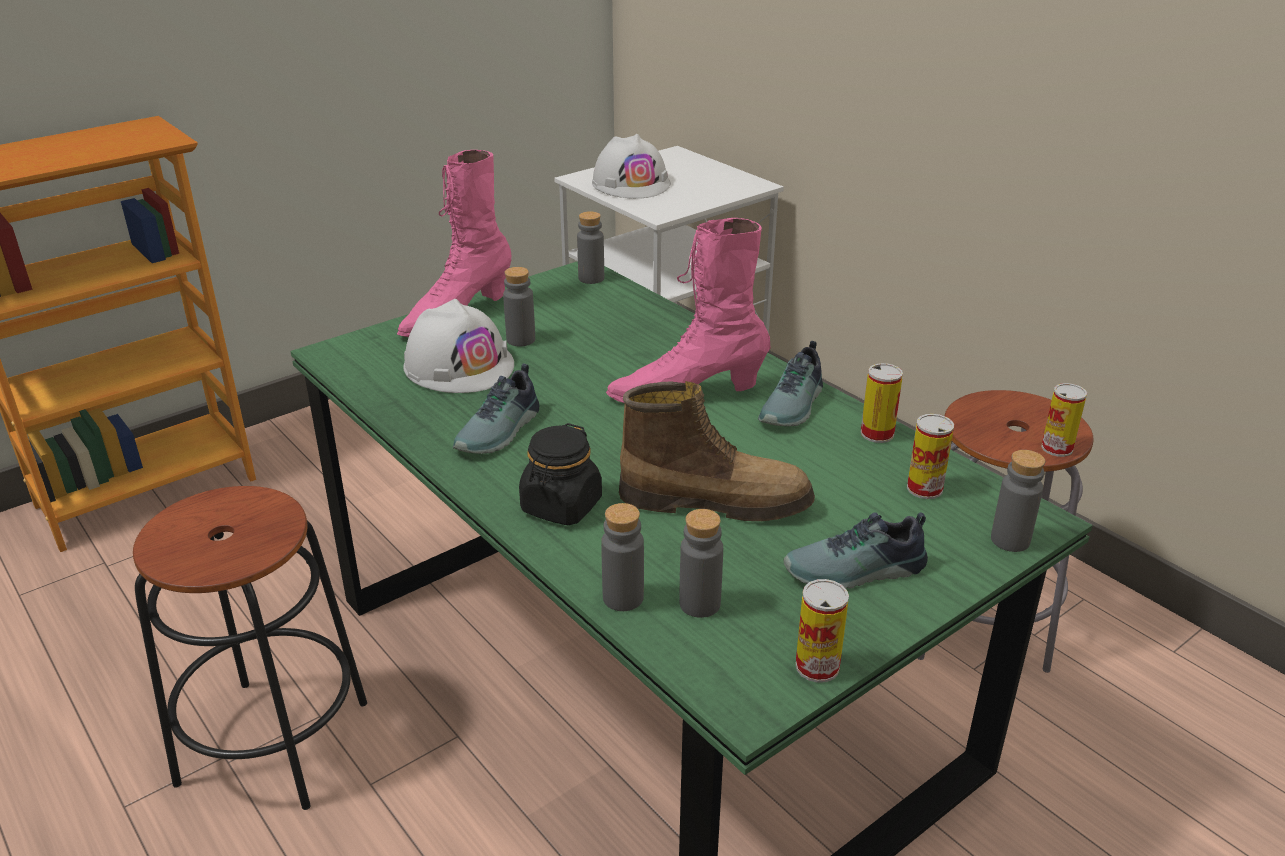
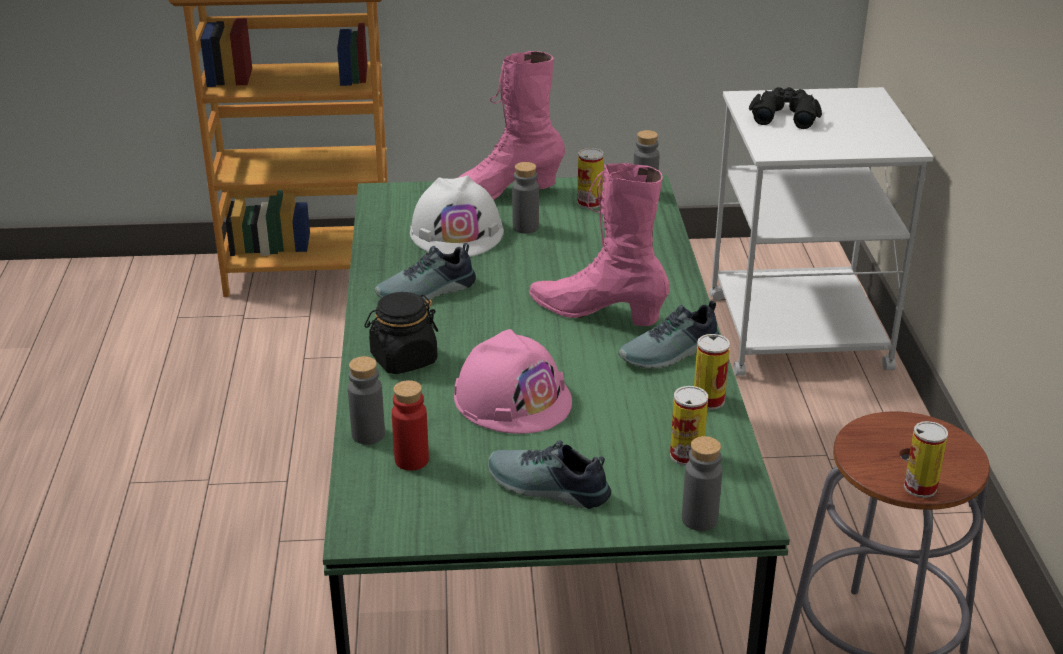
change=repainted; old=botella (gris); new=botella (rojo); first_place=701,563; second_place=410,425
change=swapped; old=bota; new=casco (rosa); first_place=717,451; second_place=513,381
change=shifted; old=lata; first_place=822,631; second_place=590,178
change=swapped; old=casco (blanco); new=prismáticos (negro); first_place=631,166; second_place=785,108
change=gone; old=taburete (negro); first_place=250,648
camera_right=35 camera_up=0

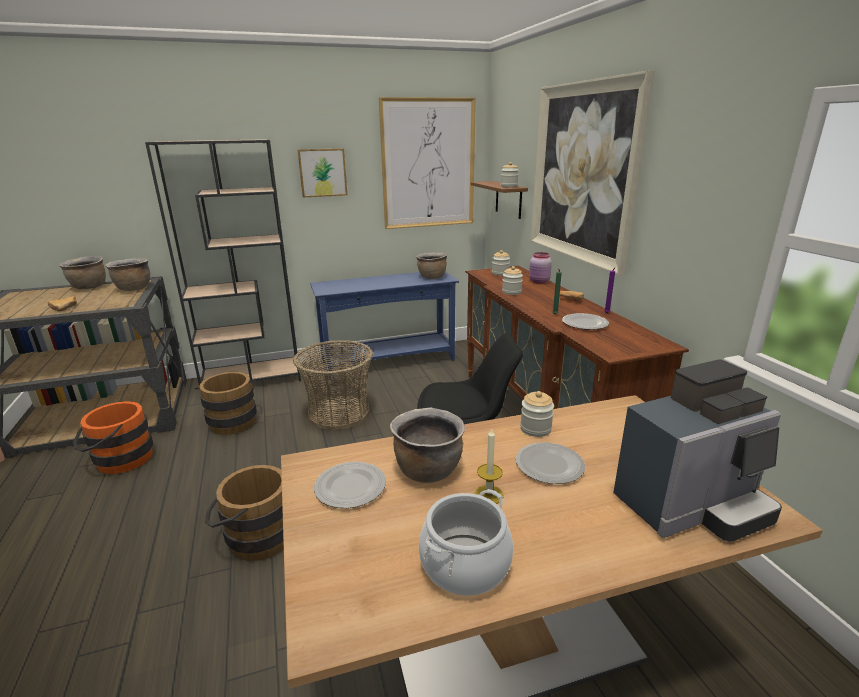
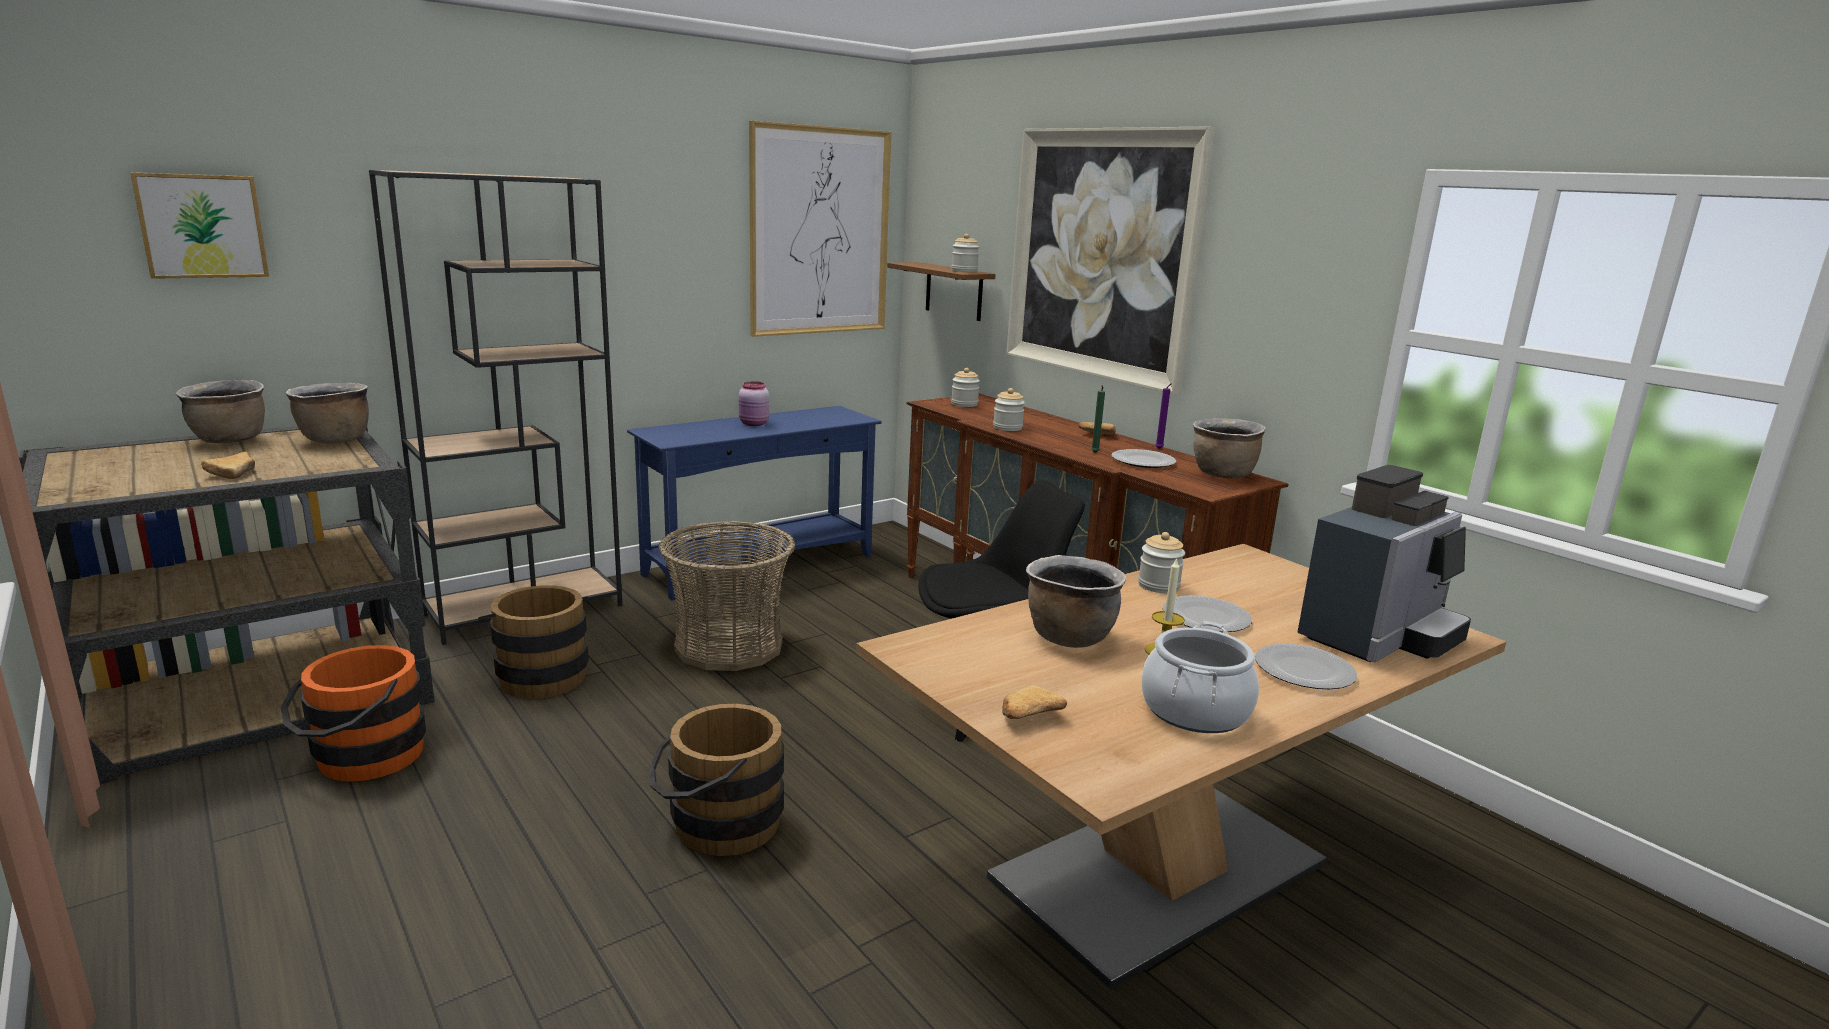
change=shifted; old=cuadro; first_place=322,172; second_place=199,225
change=shifted; old=tarro (rosa); first_place=540,268; second_place=754,403
change=new; new=pan; second_place=1034,702
change=shifted; old=olla (marrón); first_place=431,265; second_place=1229,448
change=shifted; old=plato; first_place=350,485; second_place=1306,666
camera_right=-20 camera_up=-5

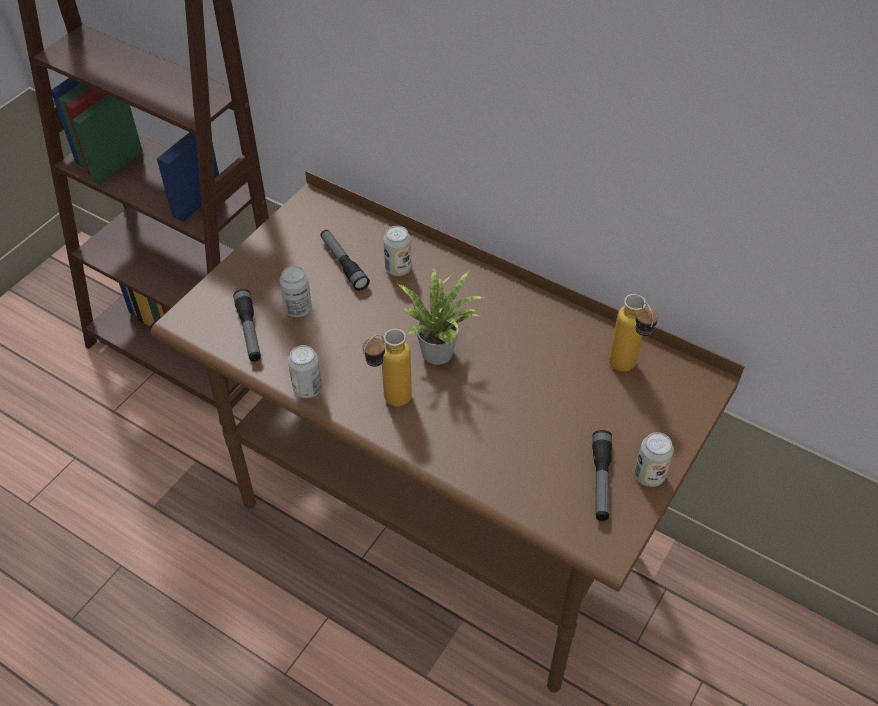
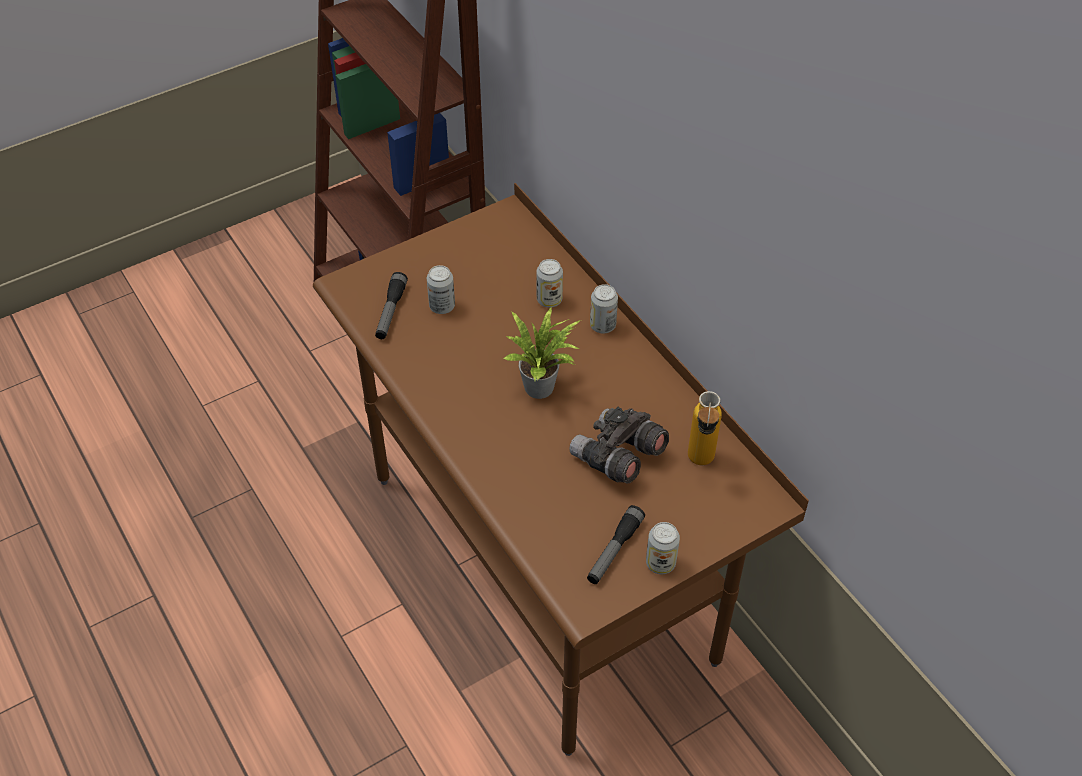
change=new; new=prismáticos (gris); second_place=619,445
change=shifted; old=lata; first_place=305,371; second_place=604,308
change=gone; old=linterna; first_place=345,260
change=gone; old=botella; first_place=387,368
camera_right=25 camera_up=0

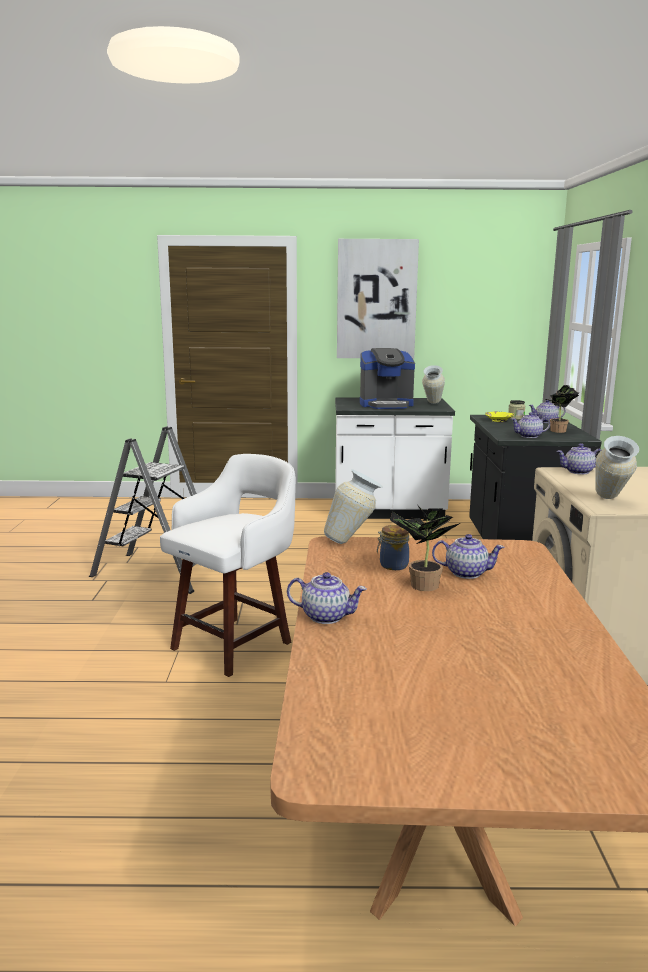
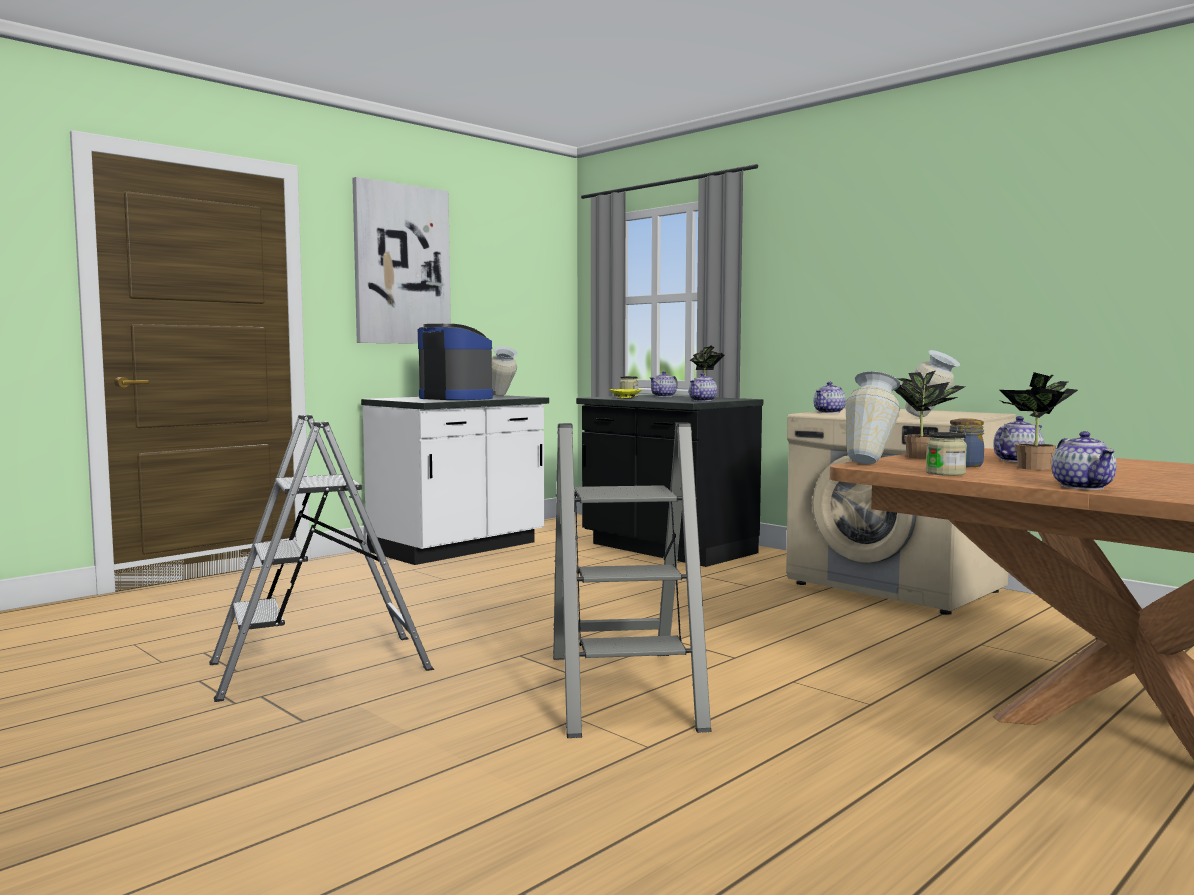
change=rotated; old=cafetera; first_place=387,378; second_place=456,362; degrees=-90
change=swapped; old=taburete (blanco); new=escalera de tijera (gris); first_place=228,565; second_place=632,580
change=new; new=planta en maceta; second_place=930,414
change=new; new=tarro; second_place=946,454
change=rotated; old=tetera; first_place=327,598; second_place=1084,460; degrees=120
camera_right=-45 camera_up=-10

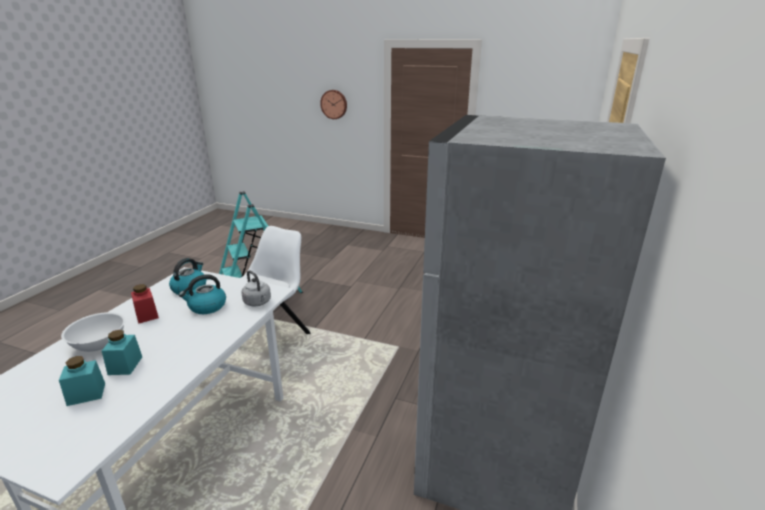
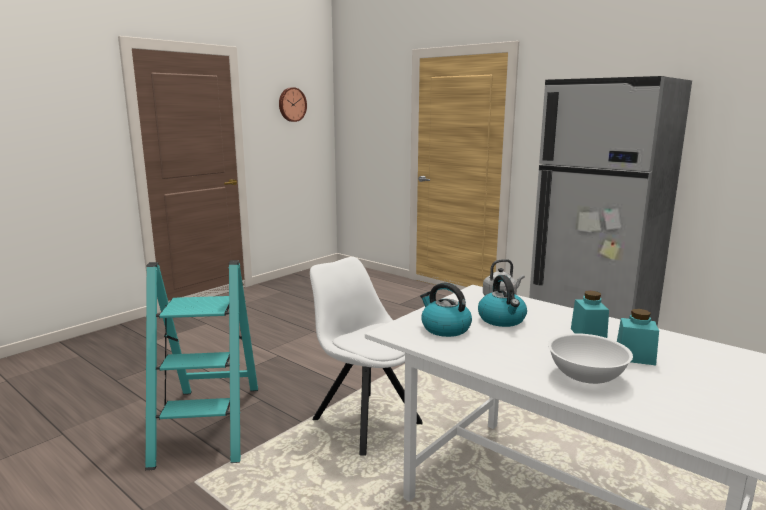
change=shifted; old=reloj de pared; first_place=333,104; second_place=293,104
change=shifted; old=tarro (turquesa); first_place=82,381; second_place=590,314
change=gone; old=tarro (rojo); first_place=145,304
camera_right=-70 camera_up=-10

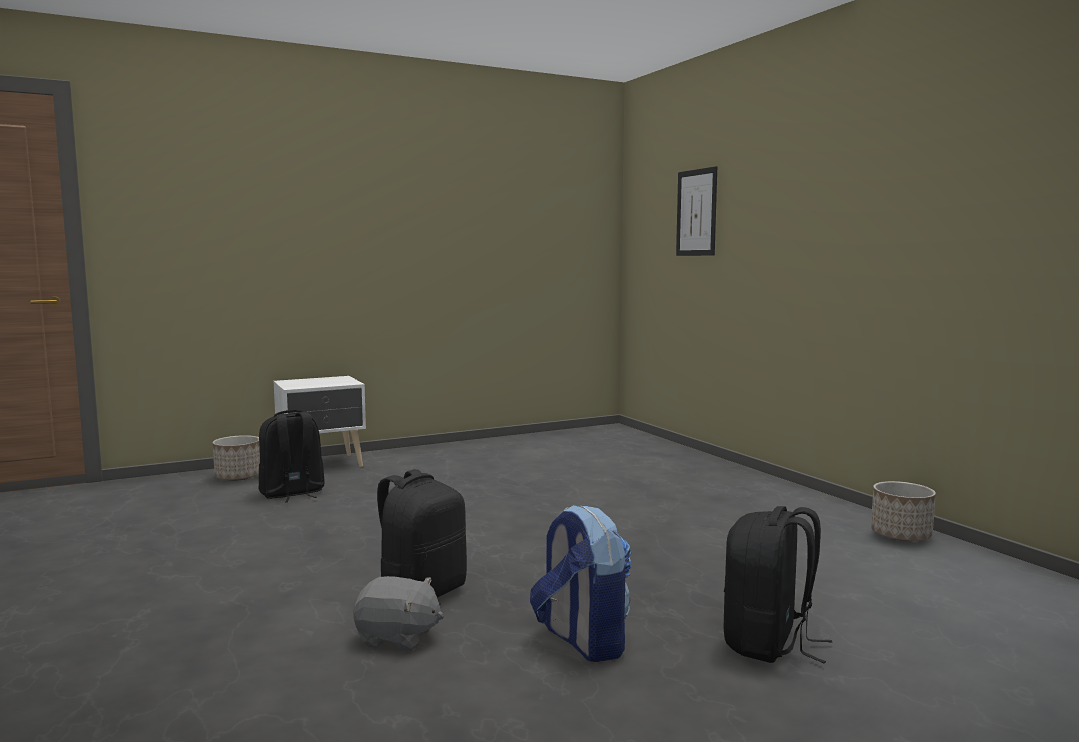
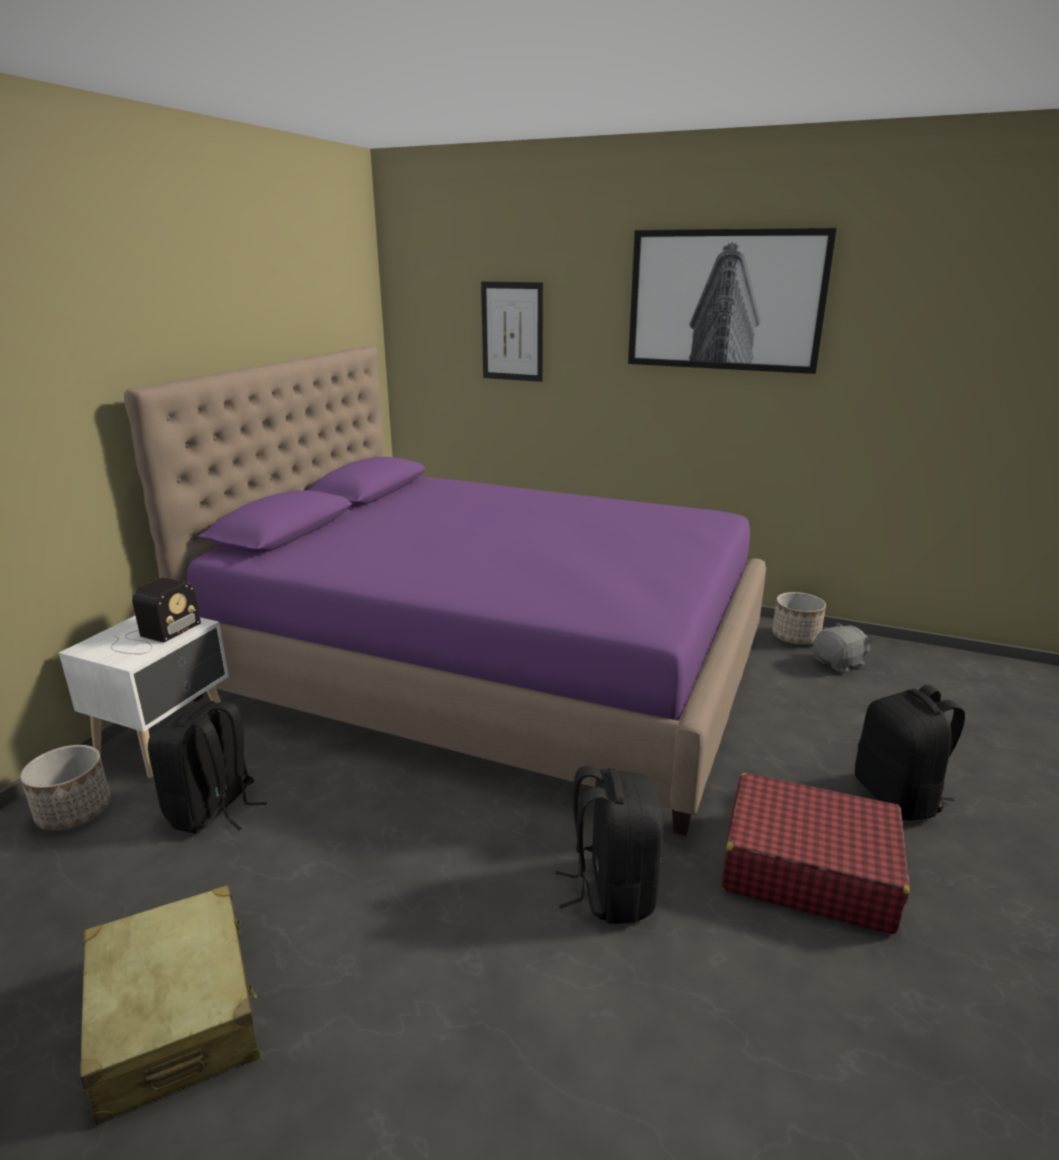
change=new; new=maleta (beis); second_place=170,1005
change=new; new=radio; second_place=156,616
change=new; new=cama (morado); second_place=445,591
change=new; new=cuadro; second_place=732,301
change=swapped; old=mochila; new=maleta (rojo); first_place=581,583; second_place=815,853
change=shifted; old=peluche (gris); first_place=398,613; second_place=843,648
camera_right=-40 camera_up=15

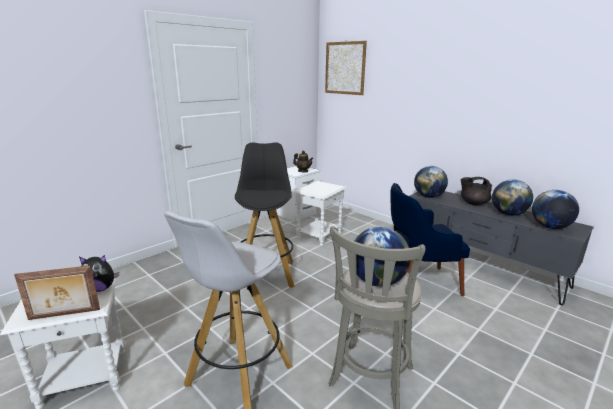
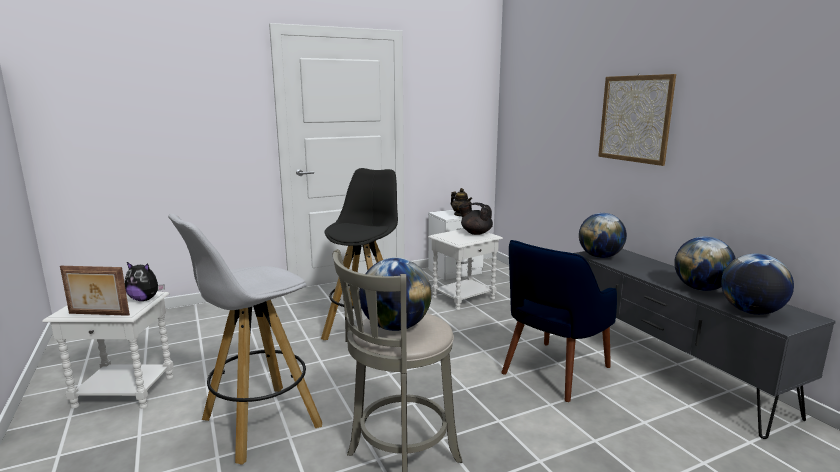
change=shifted; old=tetera (negro); first_place=476,191; second_place=475,219
change=rotated; old=sillón (azul); first_place=430,240; second_place=559,321; degrees=-60
change=shifted; old=cuadro; first_place=346,68; second_place=637,119
camera_right=20 camera_up=-5

